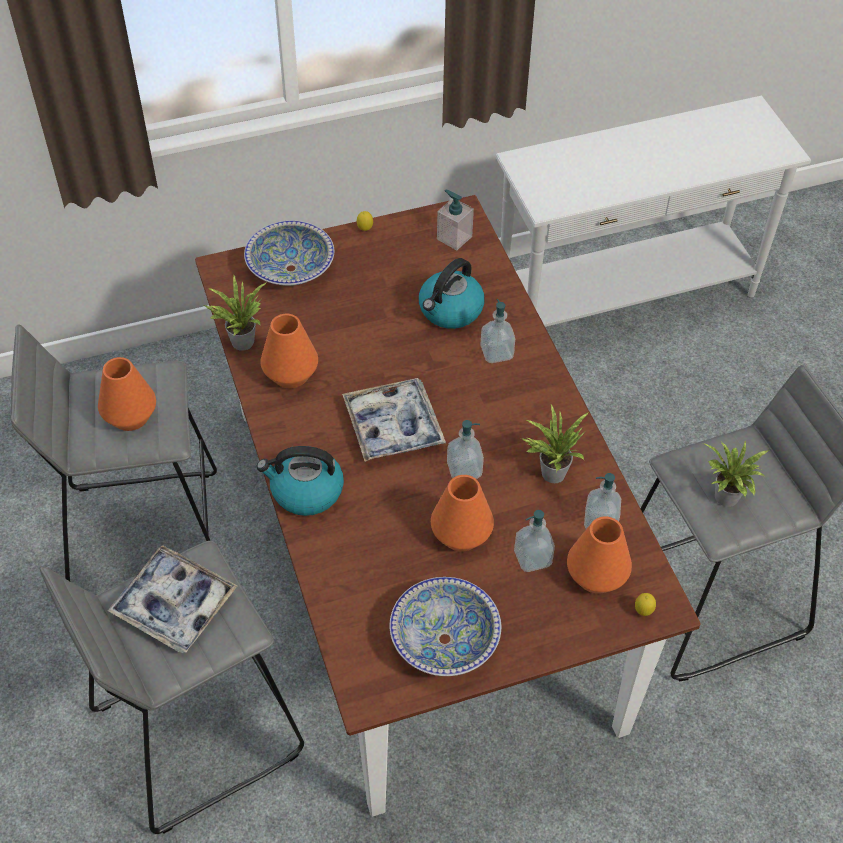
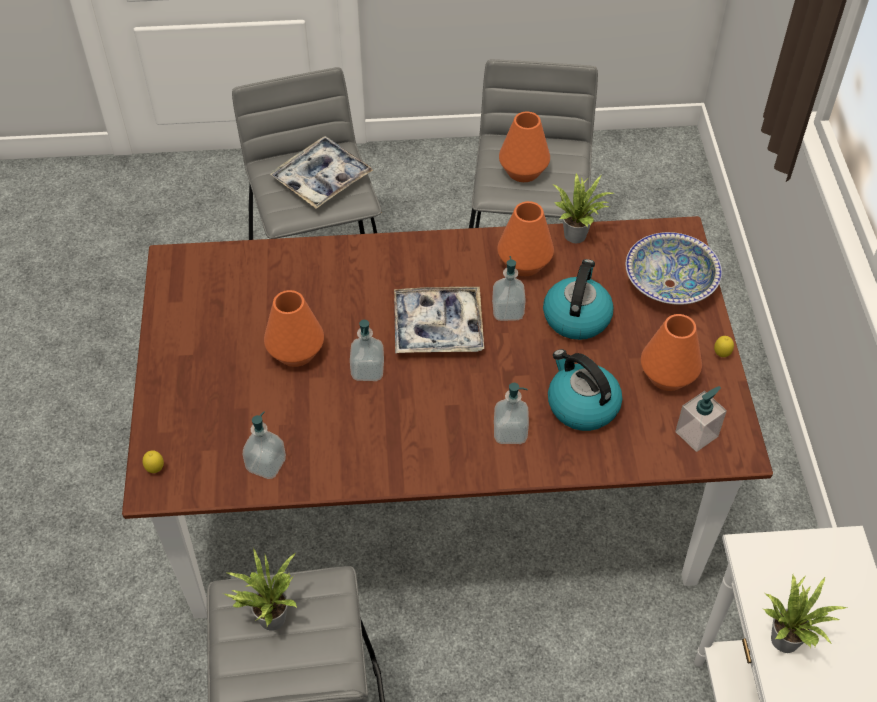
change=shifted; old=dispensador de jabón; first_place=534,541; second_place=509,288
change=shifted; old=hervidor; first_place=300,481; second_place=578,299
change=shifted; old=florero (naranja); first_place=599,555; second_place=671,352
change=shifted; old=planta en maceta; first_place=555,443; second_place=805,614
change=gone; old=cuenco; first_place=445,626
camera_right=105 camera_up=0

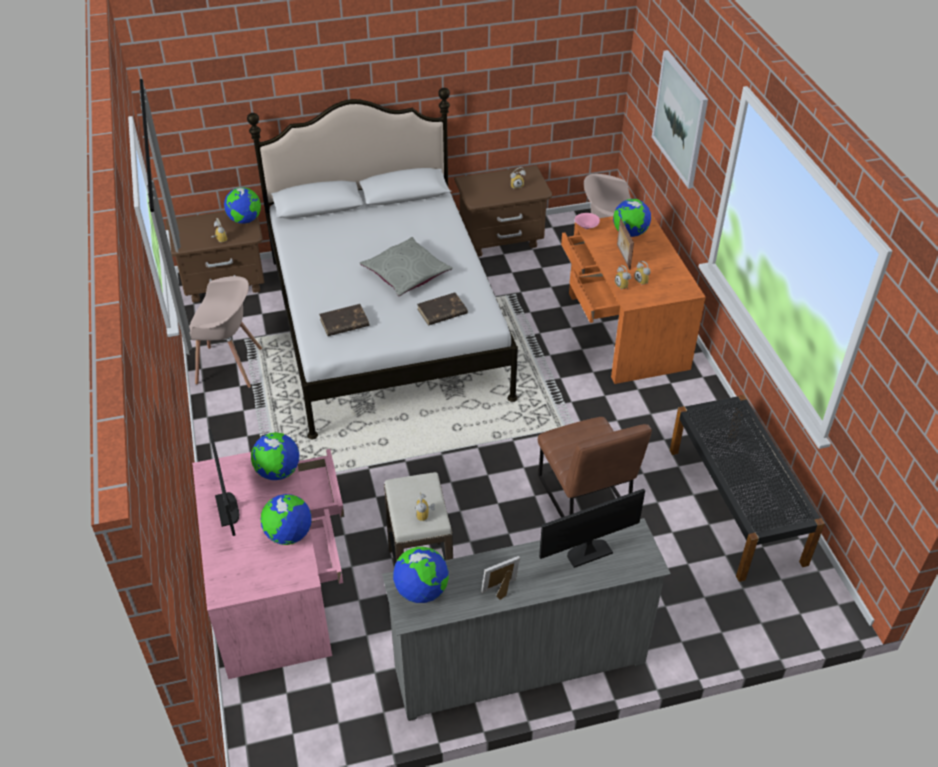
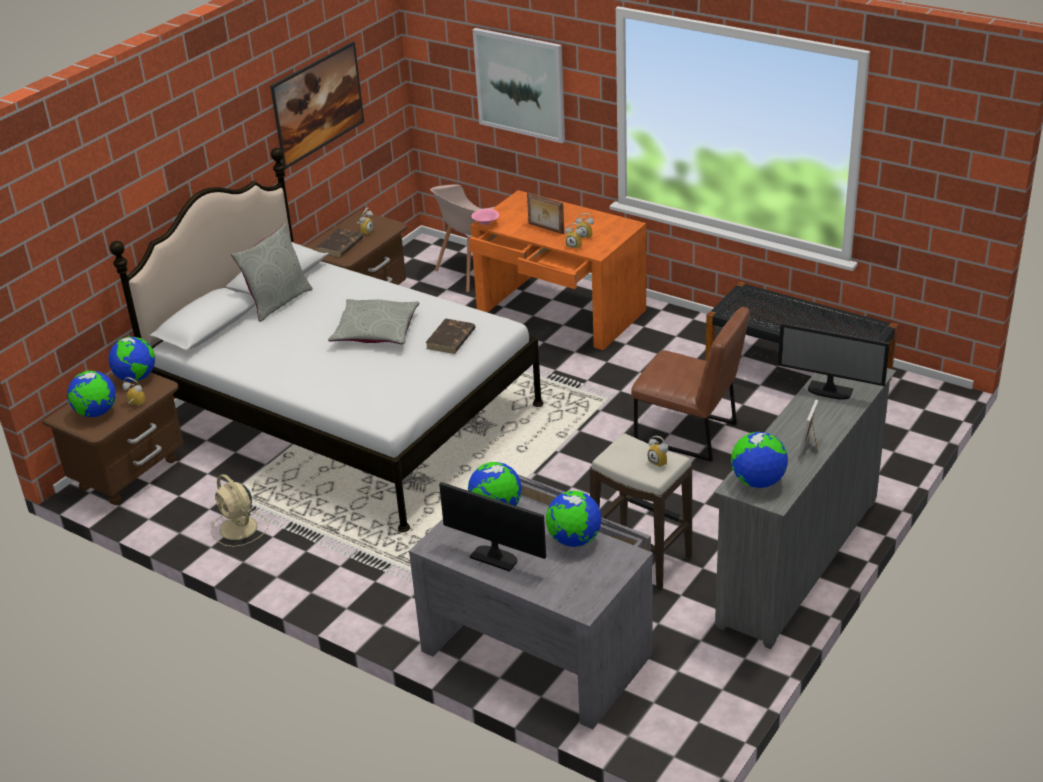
change=shifted; old=globo terráqueo; first_place=632,218; second_place=91,394
change=swapped; old=silla (beis); new=ventilador (beis); first_place=225,332; second_place=240,510
change=new; new=cojín (gris); second_place=272,272
change=new; new=cuadro; second_place=317,105
change=shifted; old=libro (marrón); first_place=344,320; second_place=340,242
change=repainted; old=escritorio (rosa); new=escritorio (gris); first_place=268,564; second_place=531,602
change=rotated; old=monitor; first_place=592,528; second_place=834,361; degrees=-90
camera_right=-40 camera_up=-10

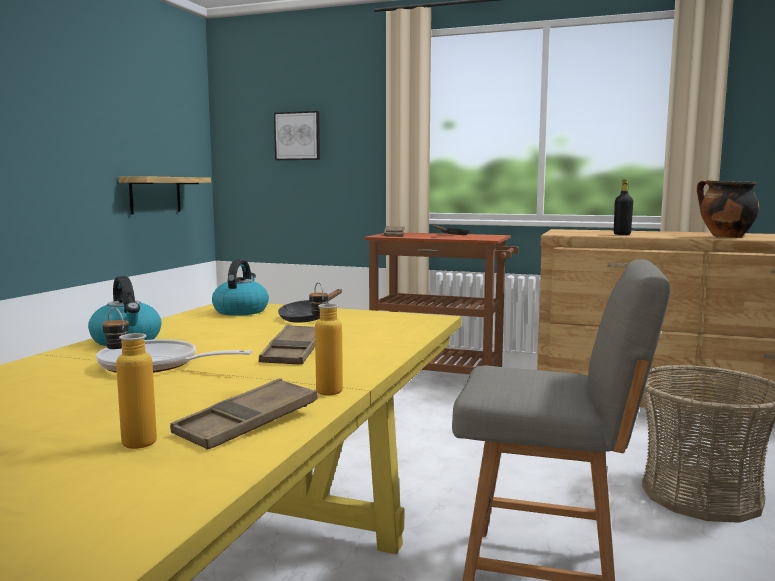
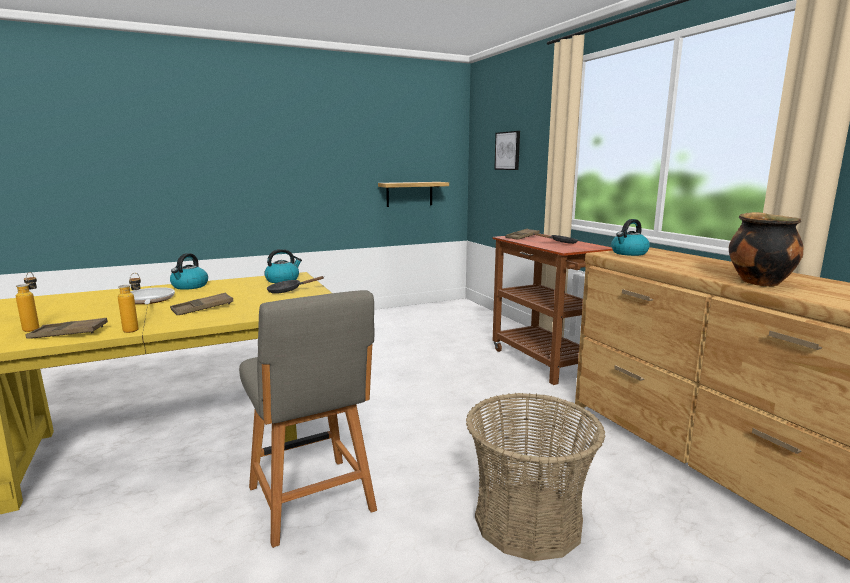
change=new; new=hervidor; second_place=630,237
change=gone; old=botella (negro); first_place=623,207
camera_right=45 camera_up=5

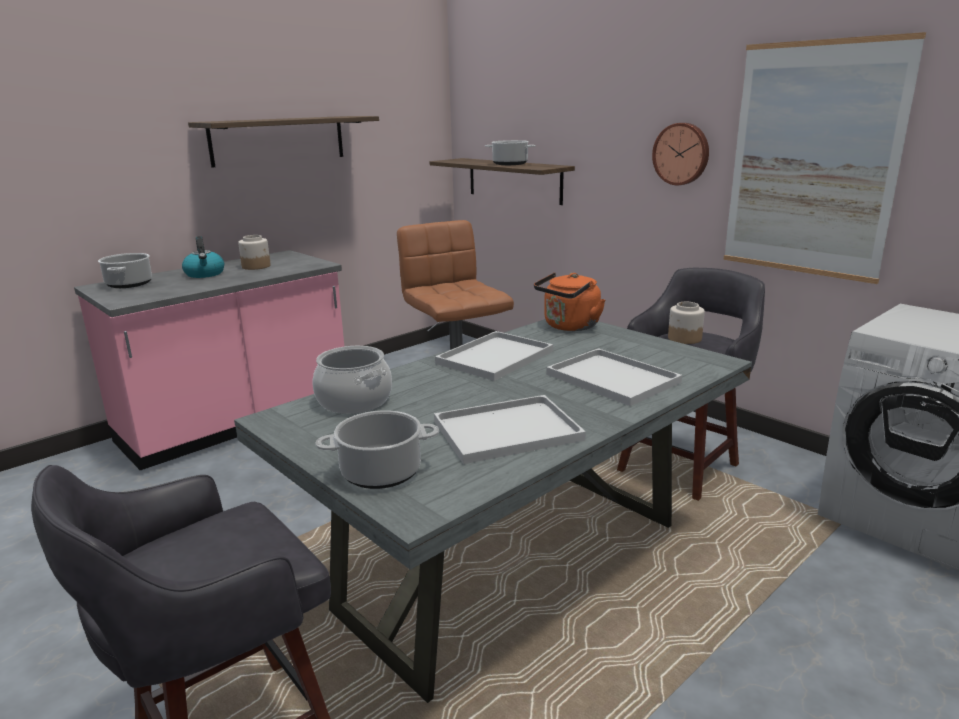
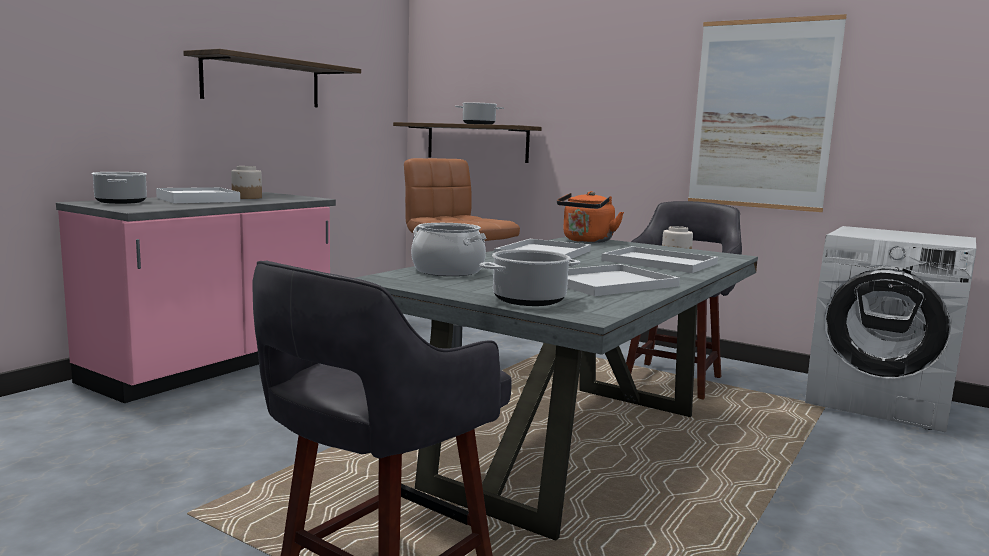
change=swapped; old=hervidor; new=bandeja (blanco); first_place=203,257; second_place=198,195
change=gone; old=reloj de pared; first_place=680,154
camera_right=-15 camera_up=-10

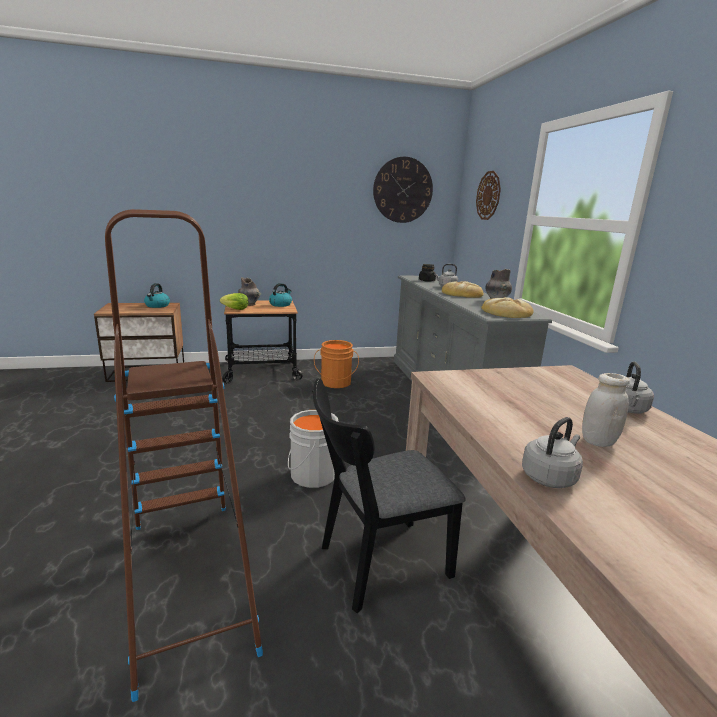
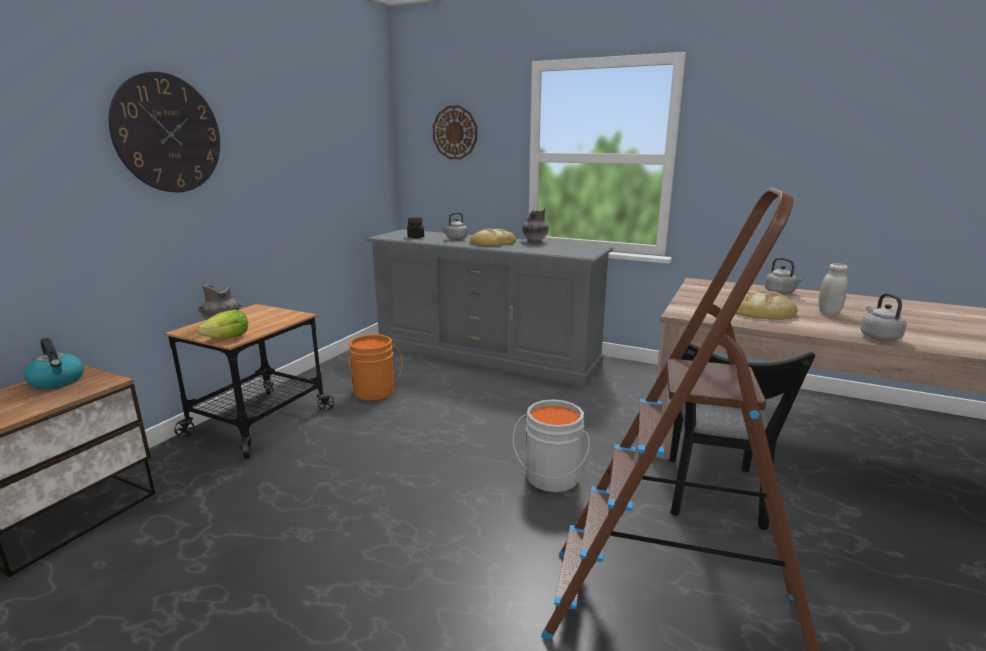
change=shifted; old=reloj de pared; first_place=403,190; second_place=164,132
change=shifted; old=pan; first_place=507,307; second_place=766,305
change=gone; old=hervidor; first_place=280,295
camera_right=-50 camera_up=0

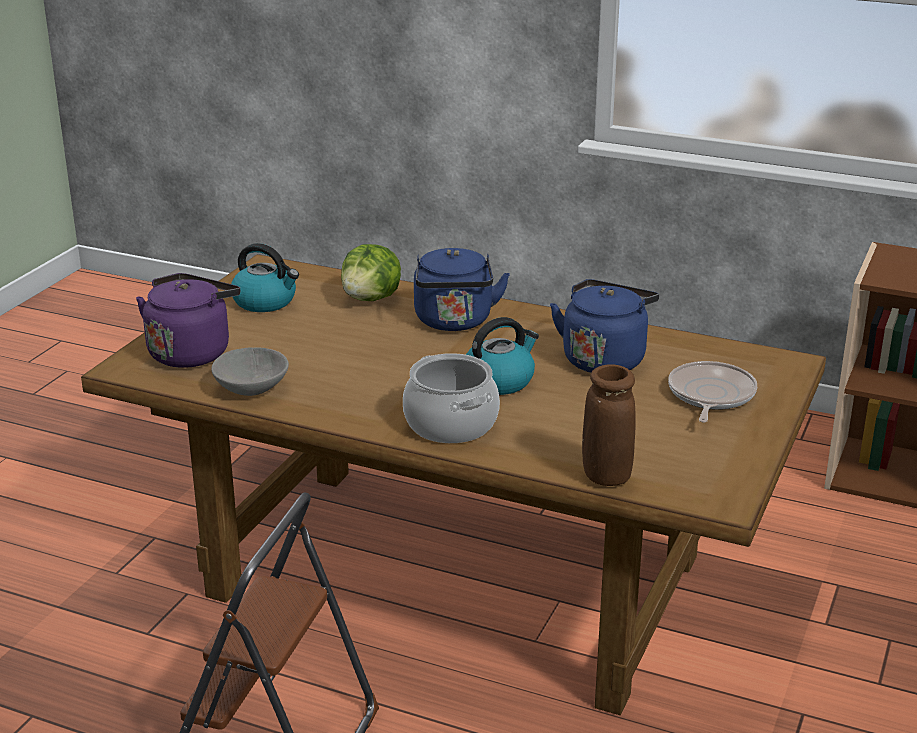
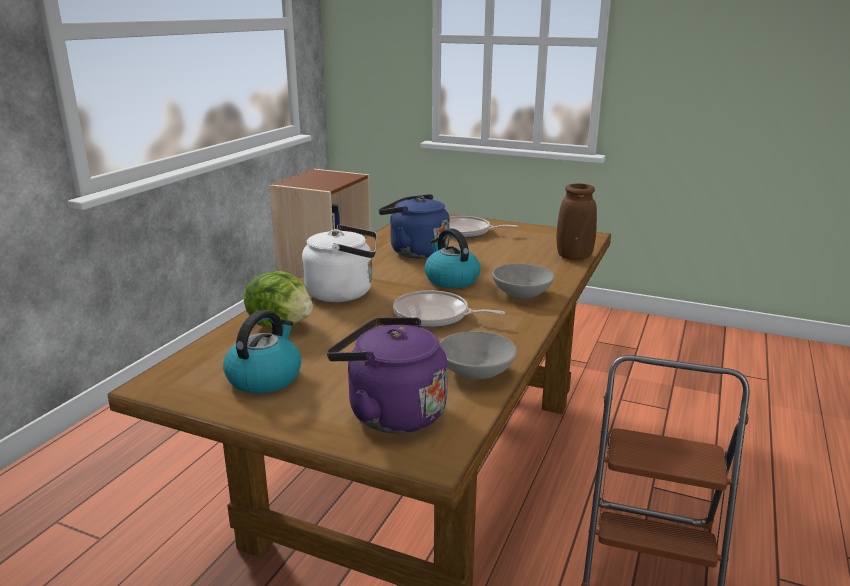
change=repainted; old=hervidor (azul); new=hervidor (blanco); first_place=462,289; second_place=339,263
change=new; new=sartén; second_place=449,308
change=swapped; old=olla; new=cuenco (gris); first_place=451,398; second_place=523,280
camera_right=-90 camera_up=-5

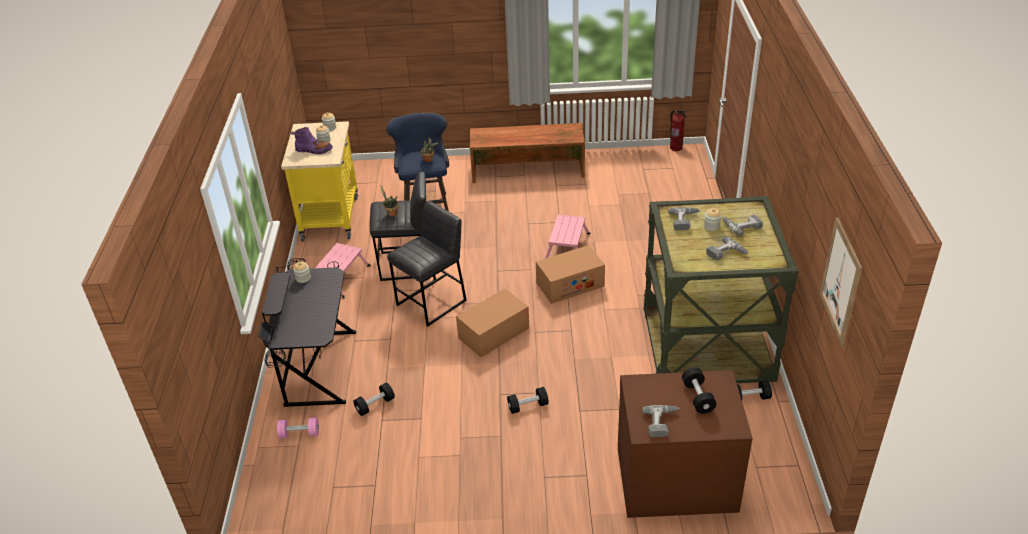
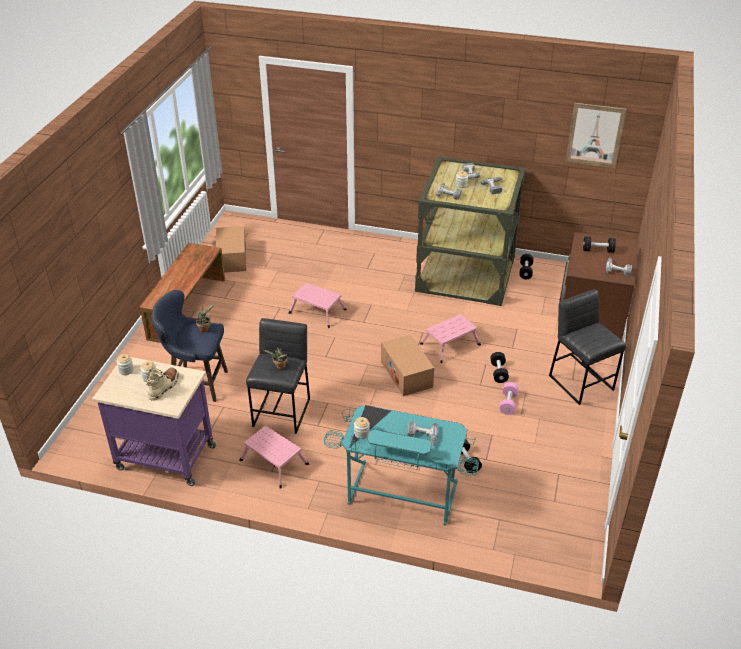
change=repainted; old=carrito (amarillo); new=carrito (morado); first_place=319,181; second_place=154,421
change=repainted; old=bota (morado); new=bota (beis); first_place=312,140; second_place=162,384
change=shifted; old=caja de cartón; first_place=570,274; second_place=231,249
change=repainted; old=escritorio (negro); new=escritorio (turquesa); first_place=307,332; second_place=401,465
change=new; new=taladro; second_place=422,434
change=new; new=escalera de tijera (rosa); second_place=450,338
change=shifted; old=mancuerna (rosa); first_place=298,428; second_place=509,398
change=shifted; old=taburete (gris); first_place=426,264; second_place=587,347
change=gone; old=extintor; first_place=678,130
camera_right=-75 camera_up=0

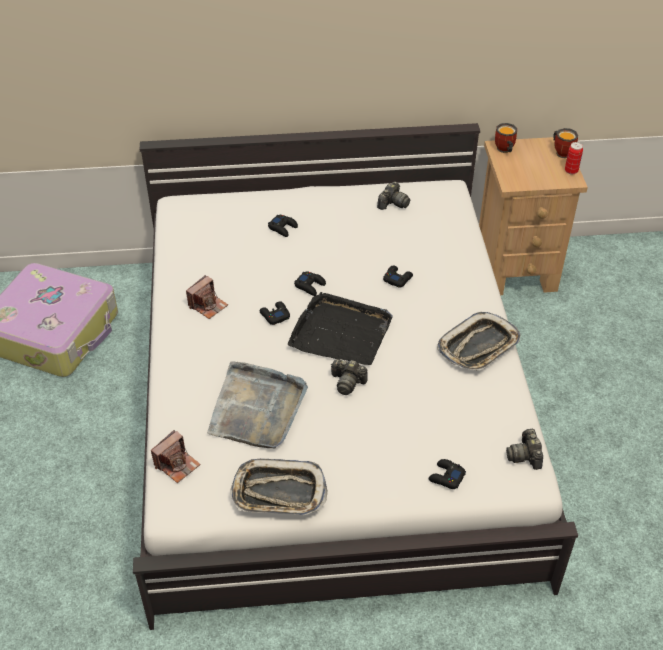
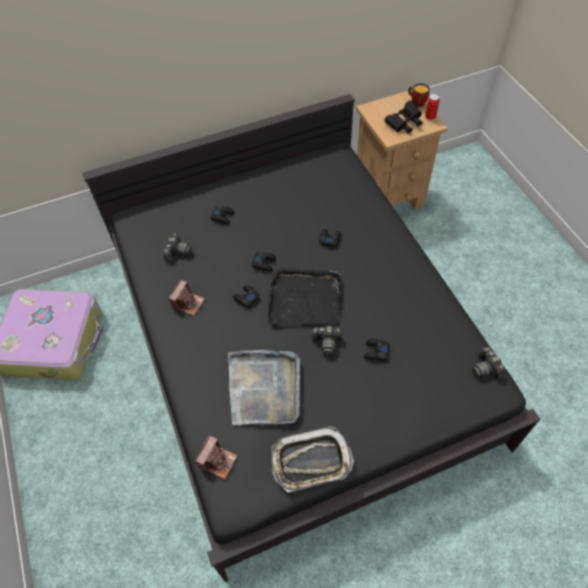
change=repainted; old=cama (blanco); new=cama (negro); first_place=355,376; second_place=312,338
change=shifted; old=cámara; first_place=393,195; second_place=177,247
change=shifted; old=mando de consola (negro); first_place=447,474; second_place=377,350
change=new; new=prismáticos (negro); second_place=403,117
change=gone; old=bandeja; first_place=479,341
change=gone; old=taza grande; first_place=506,138
camera_right=-15 camera_up=10

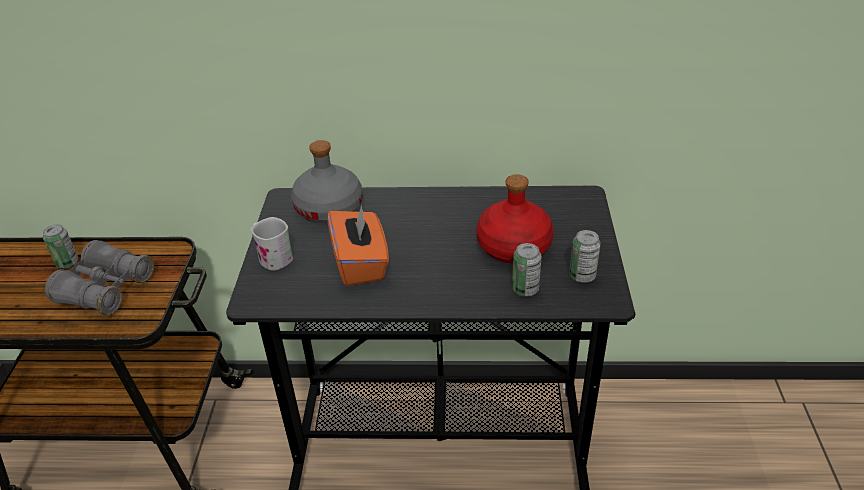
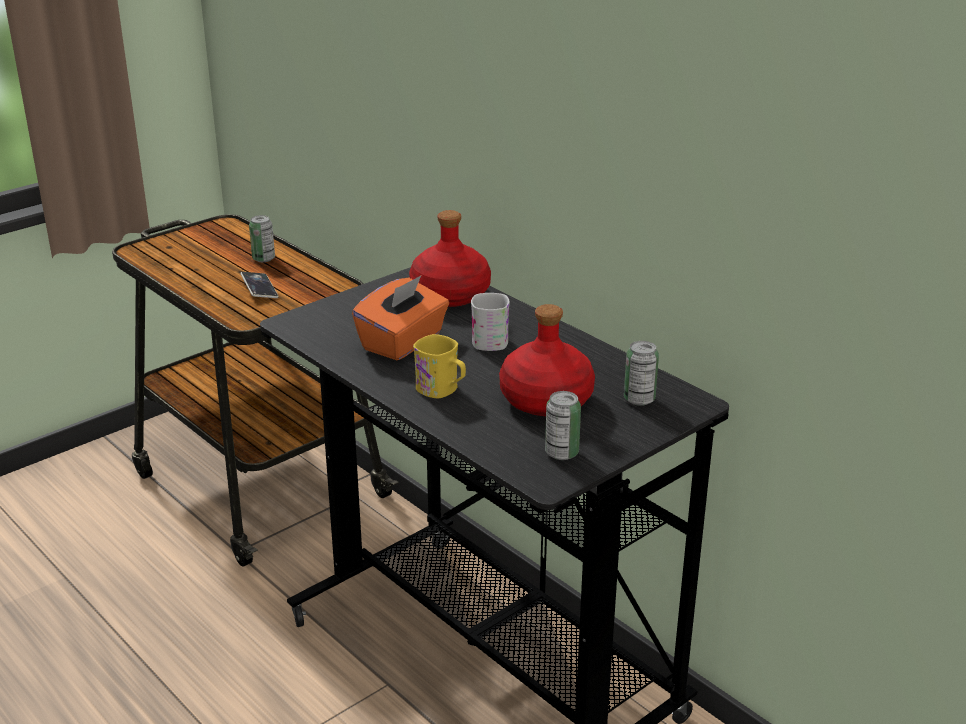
change=swapped; old=prismáticos (gris); new=móvil; first_place=99,277; second_place=260,285
change=repainted; old=botella (gris); new=botella (rojo); first_place=327,181; second_place=450,258
change=new; new=taza grande (amarillo); second_place=439,366
change=shifted; old=taza grande (blanco); first_place=272,244; second_place=490,322
change=shifted; old=lata; first_place=527,270; second_place=641,373
camera_right=45 camera_up=-10

